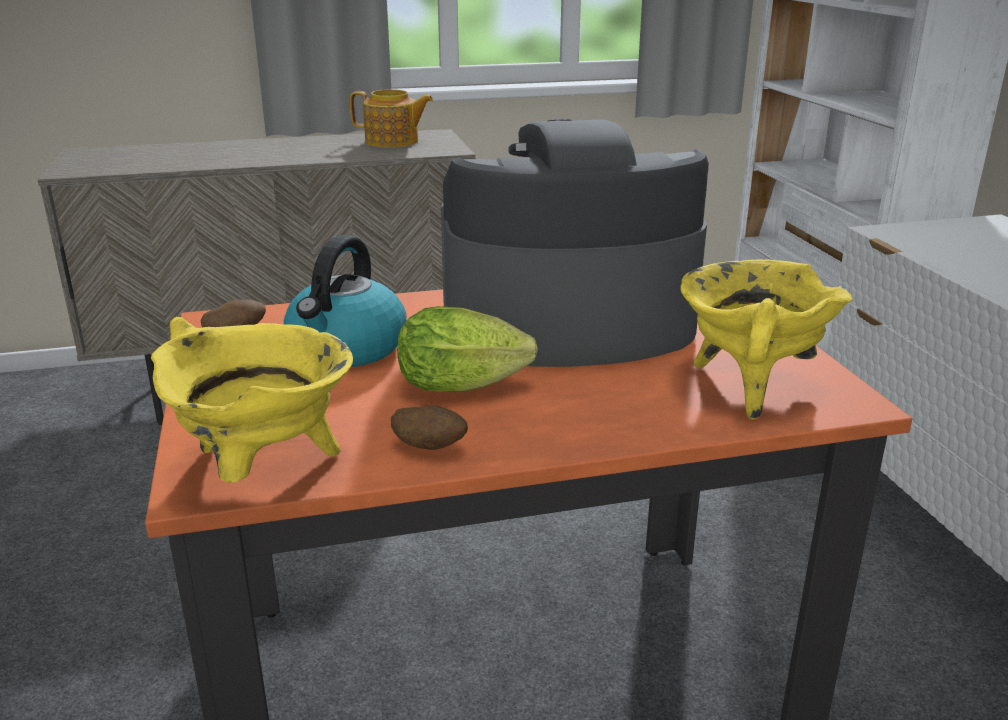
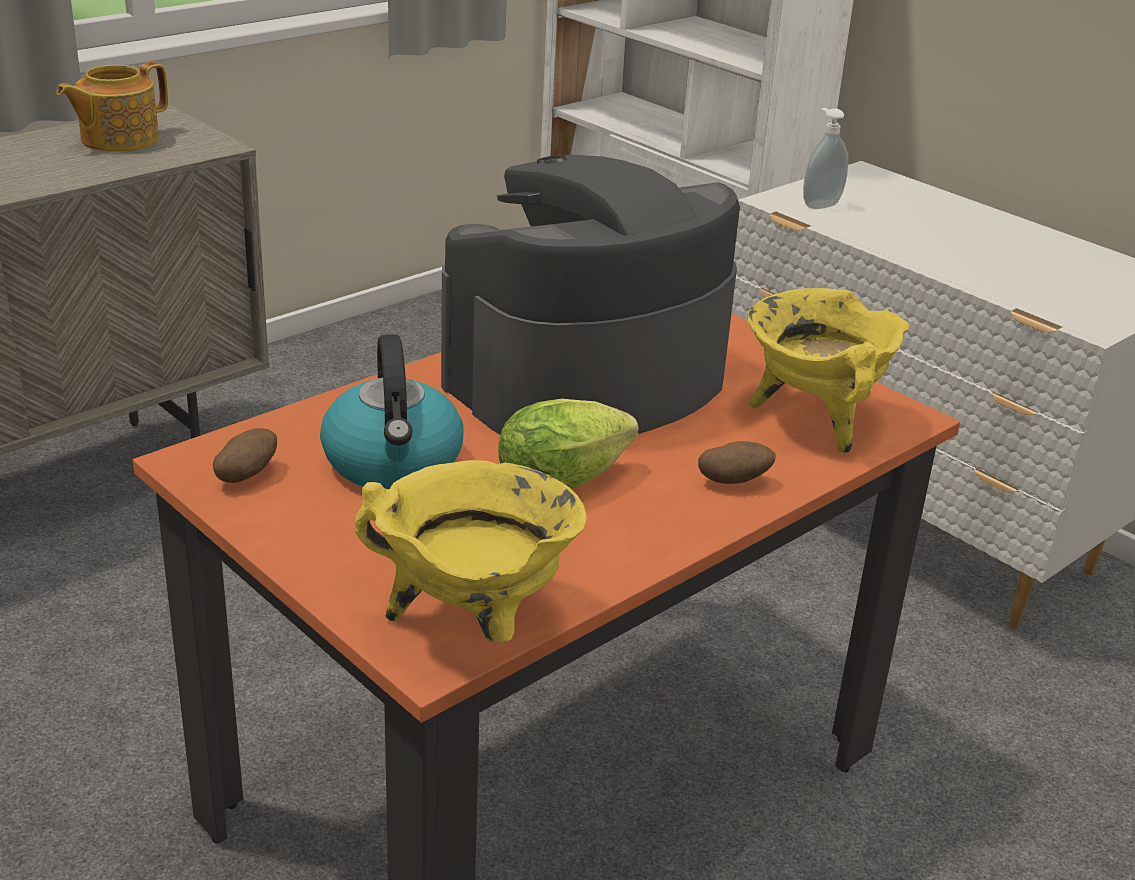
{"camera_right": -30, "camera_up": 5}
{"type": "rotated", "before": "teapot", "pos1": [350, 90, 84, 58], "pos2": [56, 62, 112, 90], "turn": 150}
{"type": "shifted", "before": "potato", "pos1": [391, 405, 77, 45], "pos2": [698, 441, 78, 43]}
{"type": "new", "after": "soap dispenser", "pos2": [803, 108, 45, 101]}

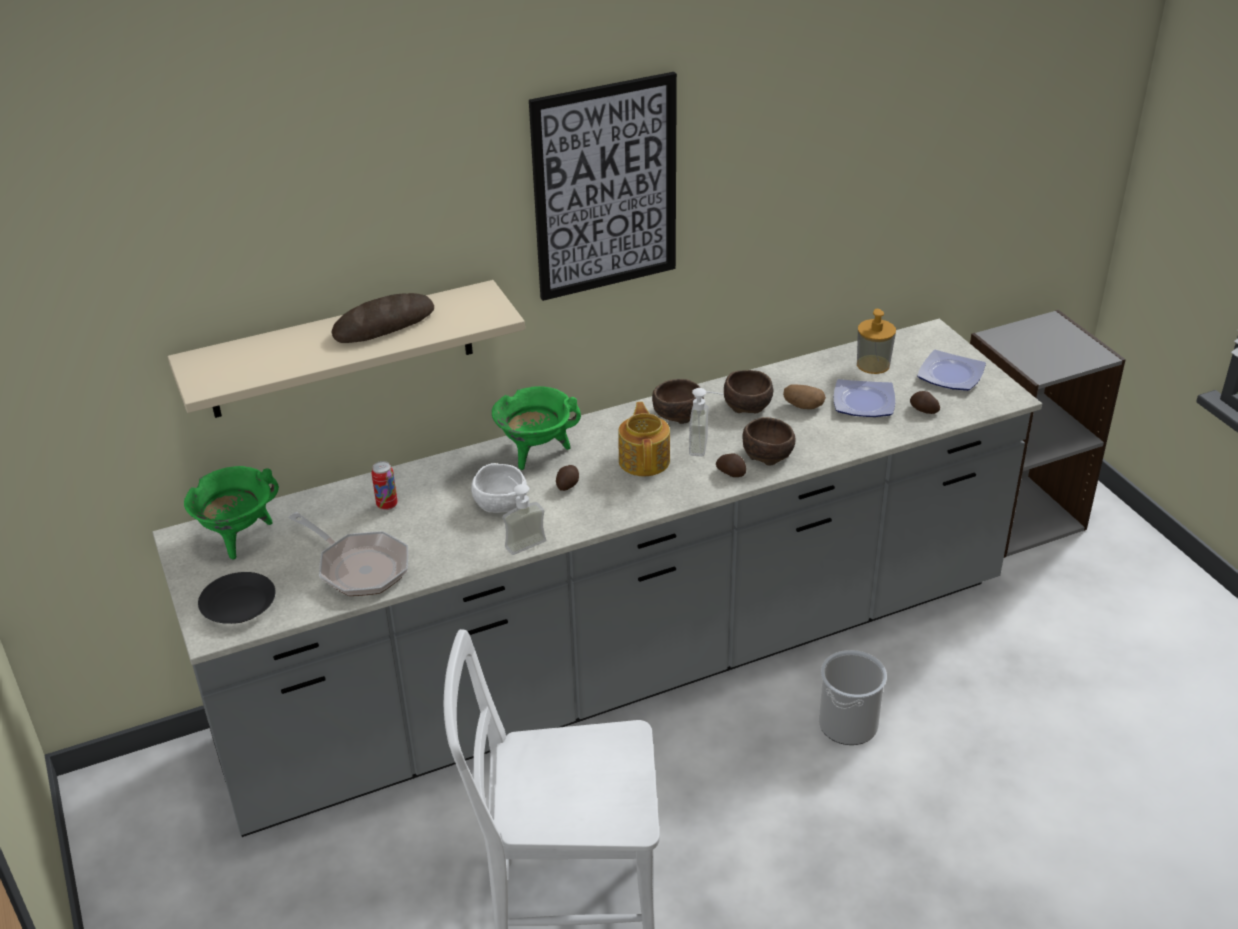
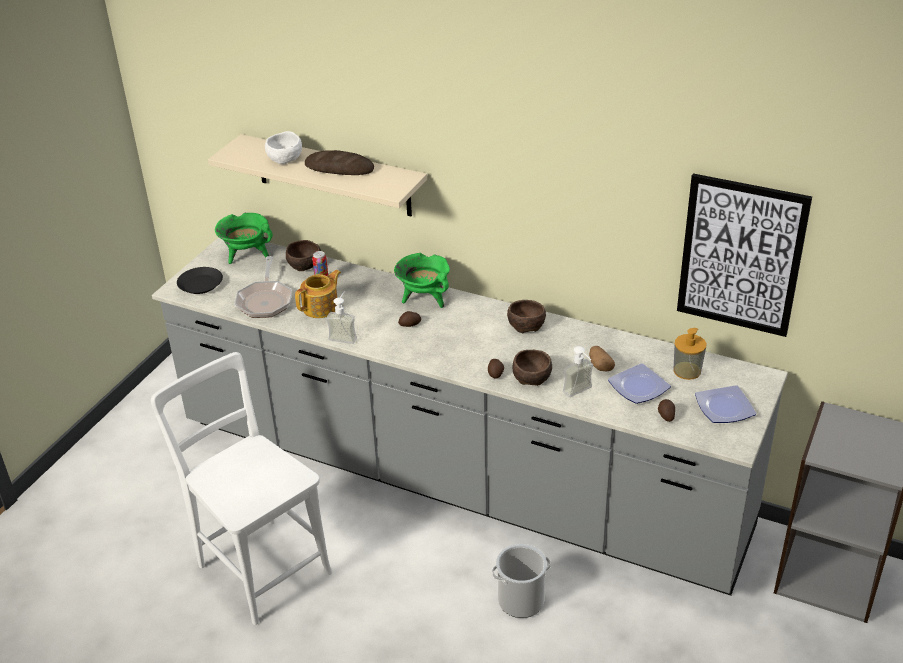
{"camera_right": 50, "camera_up": 0}
{"type": "shifted", "before": "white bowl", "pos1": [471, 463, 56, 50], "pos2": [265, 131, 37, 33]}
{"type": "shifted", "before": "brown bowl", "pos1": [724, 370, 50, 44], "pos2": [286, 240, 35, 31]}
{"type": "shifted", "before": "teapot", "pos1": [618, 402, 52, 74], "pos2": [295, 270, 46, 48]}
{"type": "shifted", "before": "soap dispenser", "pos1": [689, 388, 34, 69], "pos2": [563, 346, 30, 51]}
{"type": "shifted", "before": "picture", "pos1": [529, 72, 148, 229], "pos2": [677, 174, 135, 163]}

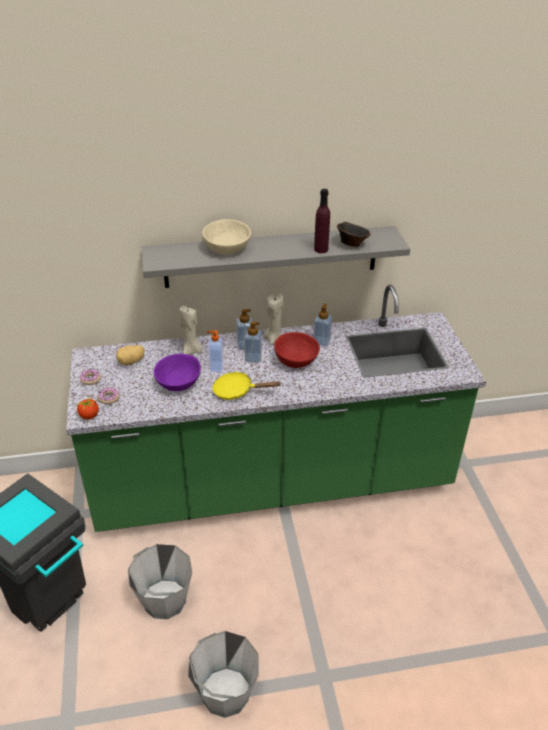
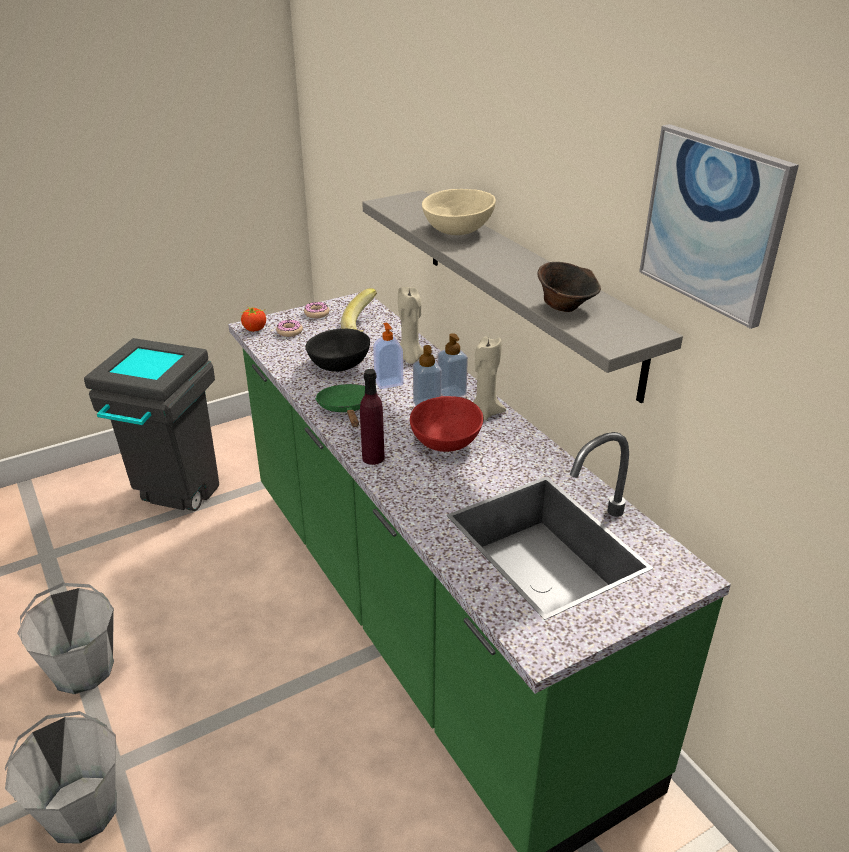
{"camera_right": 70, "camera_up": -5}
{"type": "shifted", "before": "grey bucket", "pos1": [128, 544, 64, 75], "pos2": [5, 711, 112, 133]}
{"type": "repainted", "before": "purple bowl", "after": "black bowl", "pos1": [154, 354, 47, 37], "pos2": [306, 329, 64, 43]}
{"type": "repainted", "before": "yellow frying pan", "after": "green frying pan", "pos1": [212, 371, 70, 29], "pos2": [315, 384, 50, 43]}
{"type": "swapped", "before": "potato", "after": "banana", "pos1": [116, 345, 29, 20], "pos2": [341, 289, 36, 43]}
{"type": "shifted", "before": "purple bottle", "pos1": [314, 189, 16, 64], "pos2": [360, 369, 25, 96]}
{"type": "new", "after": "picture", "pos2": [639, 124, 160, 205]}
{"type": "gone", "before": "soap dispenser", "pos1": [313, 303, 19, 44]}

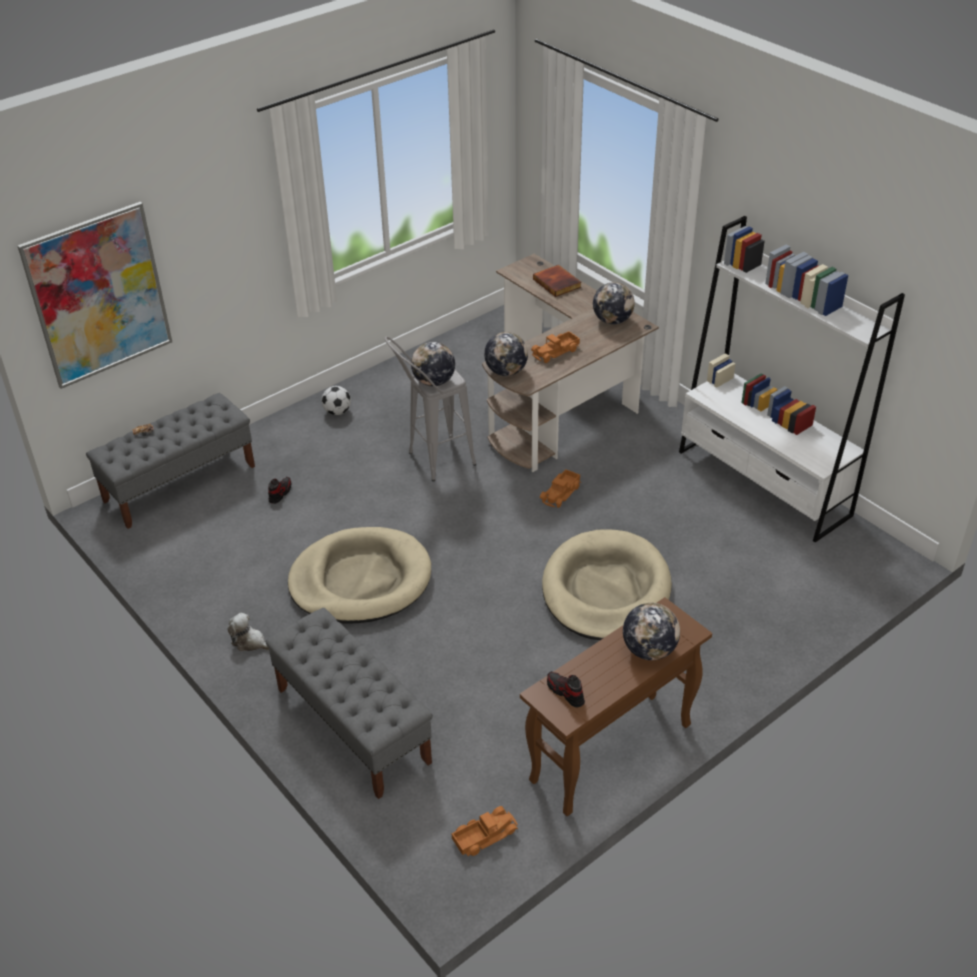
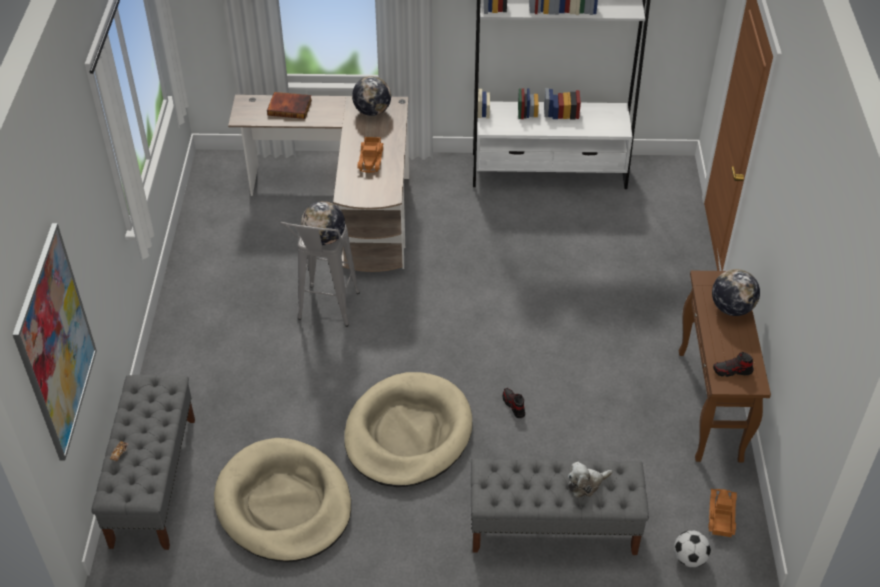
{"camera_right": -50, "camera_up": 5}
{"type": "shifted", "before": "beige dog bed", "pos1": [542, 529, 130, 111], "pos2": [214, 438, 137, 124]}
{"type": "shifted", "before": "shoe", "pos1": [268, 477, 23, 27], "pos2": [502, 388, 23, 30]}
{"type": "shifted", "before": "plush toy", "pos1": [227, 613, 42, 38], "pos2": [568, 462, 45, 36]}
{"type": "shifted", "before": "football", "pos1": [322, 386, 29, 29], "pos2": [674, 530, 37, 37]}
{"type": "gone", "before": "globe", "pos1": [484, 332, 44, 44]}
{"type": "gone", "before": "toy truck", "pos1": [540, 469, 41, 39]}

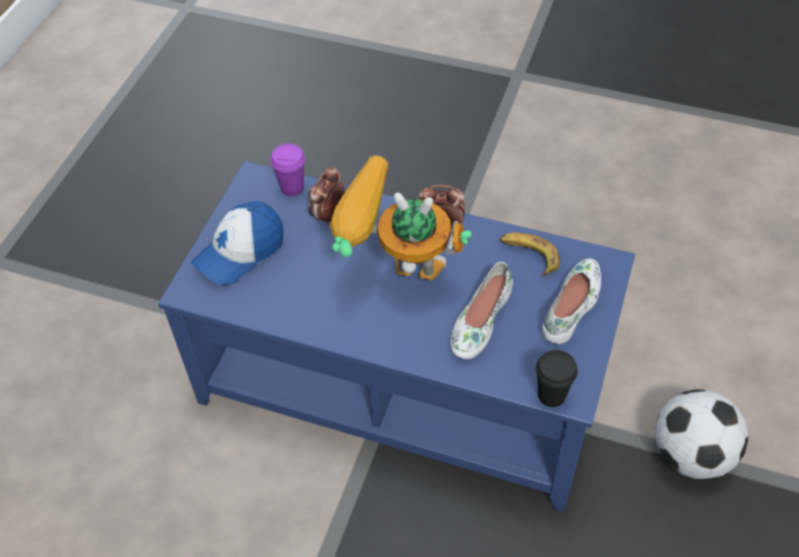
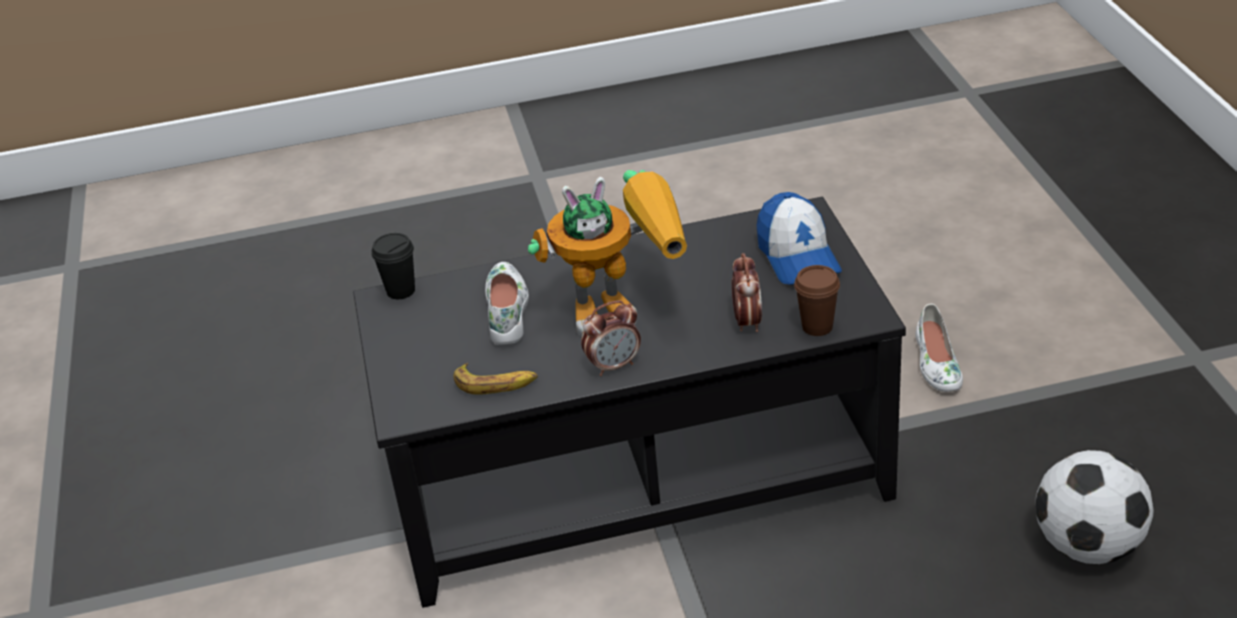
{"camera_right": 150, "camera_up": -15}
{"type": "repainted", "before": "blue coffee table", "after": "black coffee table", "pos1": [158, 161, 477, 352], "pos2": [353, 197, 553, 411]}
{"type": "rotated", "before": "cap", "pos1": [191, 201, 93, 84], "pos2": [756, 192, 86, 93], "turn": 150}
{"type": "repainted", "before": "purple cup", "after": "brown cup", "pos1": [270, 144, 35, 52], "pos2": [794, 265, 46, 71]}
{"type": "shifted", "before": "white shoe", "pos1": [542, 259, 59, 85], "pos2": [915, 304, 48, 88]}
{"type": "shifted", "before": "football", "pos1": [655, 389, 93, 91], "pos2": [1036, 450, 118, 114]}

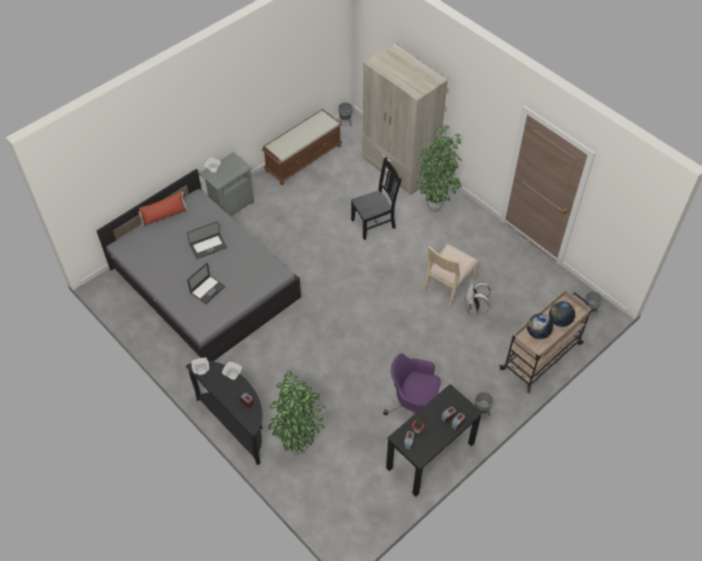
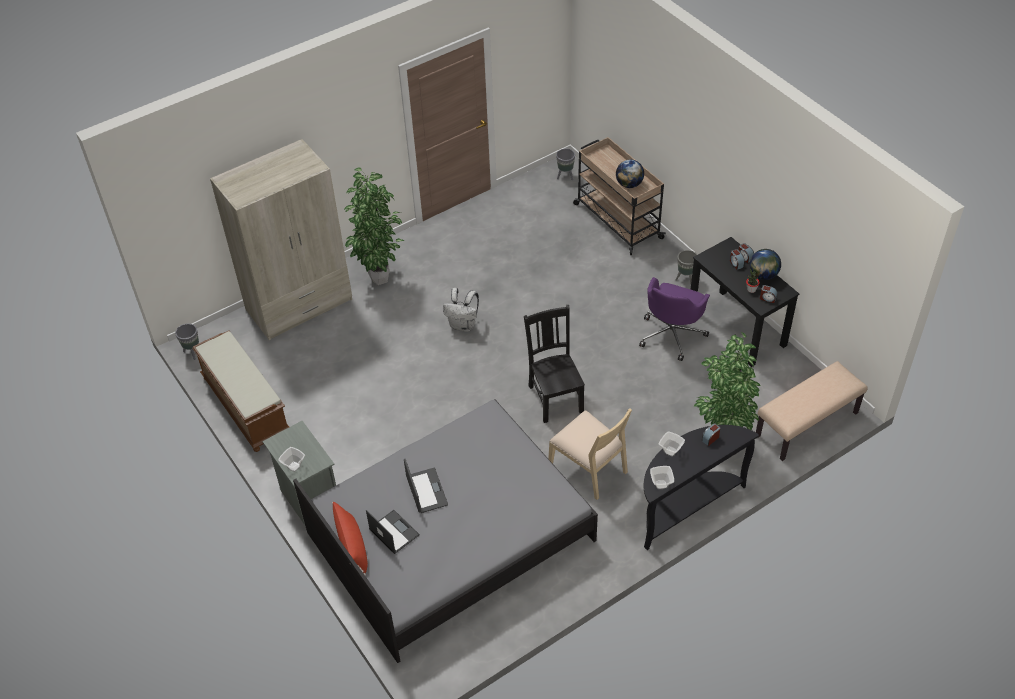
{"camera_right": -80, "camera_up": -5}
{"type": "shifted", "before": "laptop", "pos1": [187, 262, 38, 42], "pos2": [366, 510, 54, 44]}
{"type": "shifted", "before": "white backpack", "pos1": [465, 282, 26, 33], "pos2": [443, 288, 36, 44]}
{"type": "shifted", "before": "black chair", "pos1": [351, 157, 51, 83], "pos2": [524, 305, 61, 118]}
{"type": "shifted", "before": "beige chair", "pos1": [423, 244, 56, 64], "pos2": [548, 408, 84, 92]}
{"type": "shifted", "before": "globe", "pos1": [549, 301, 26, 26], "pos2": [750, 249, 31, 31]}
{"type": "new", "after": "beige bench", "pos2": [756, 361, 112, 100]}

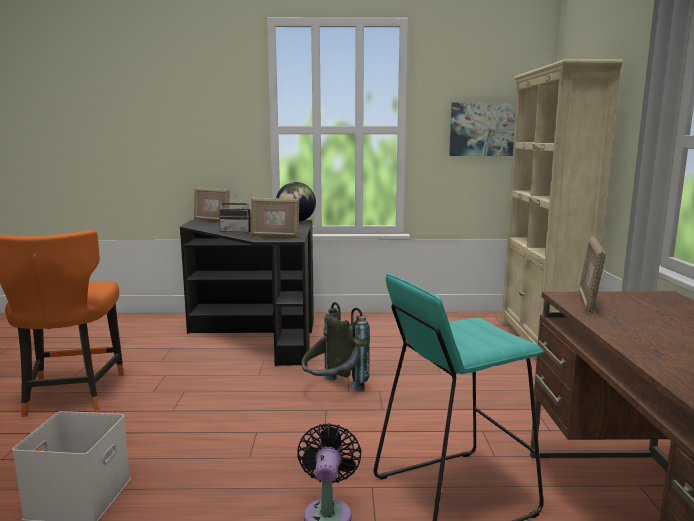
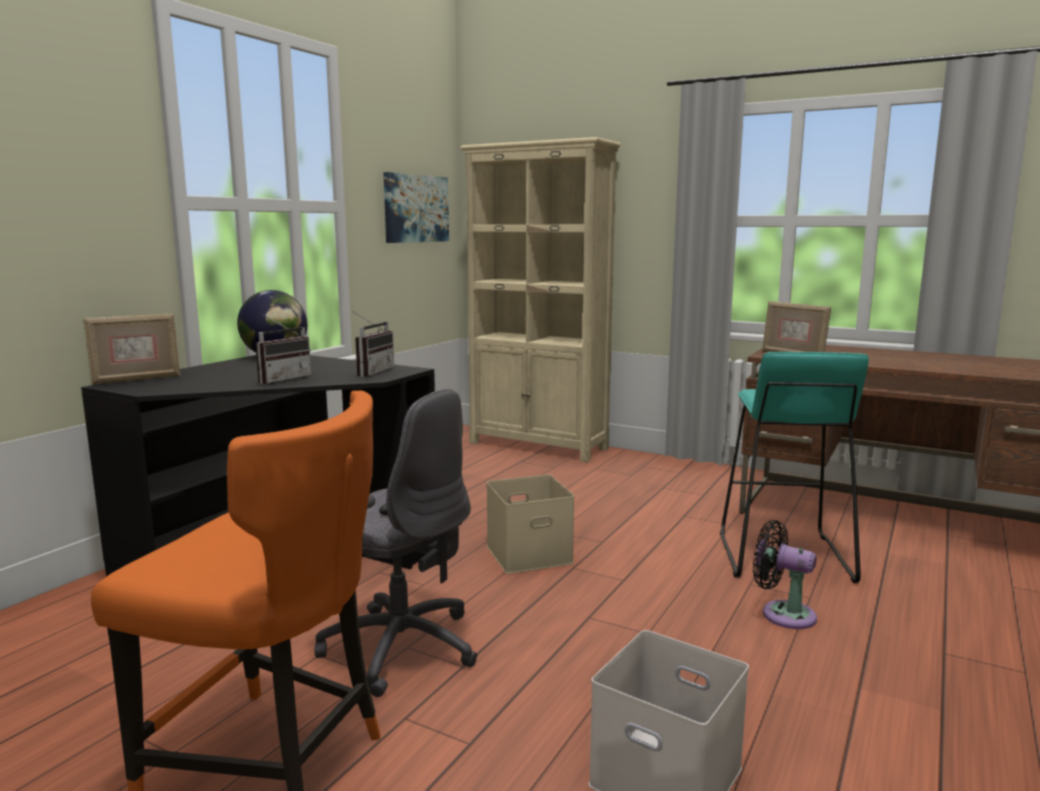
{"camera_right": -60, "camera_up": 0}
{"type": "new", "after": "grey office chair", "pos2": [314, 389, 164, 308]}
{"type": "swapped", "before": "picture frame", "after": "radio", "pos1": [251, 198, 48, 40], "pos2": [352, 311, 42, 66]}
{"type": "swapped", "before": "grey backpack", "after": "beige storage box", "pos1": [301, 302, 69, 90], "pos2": [486, 475, 89, 99]}

